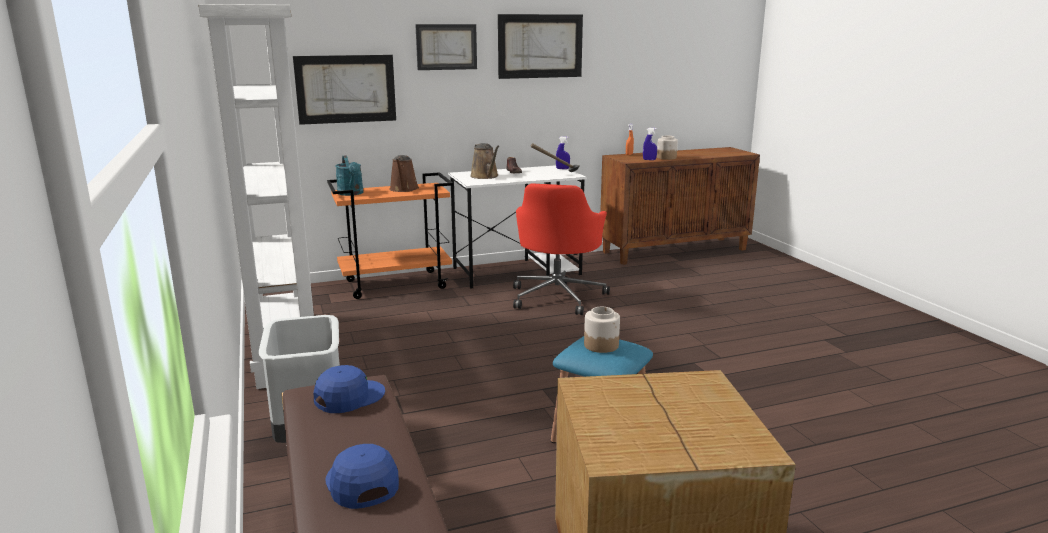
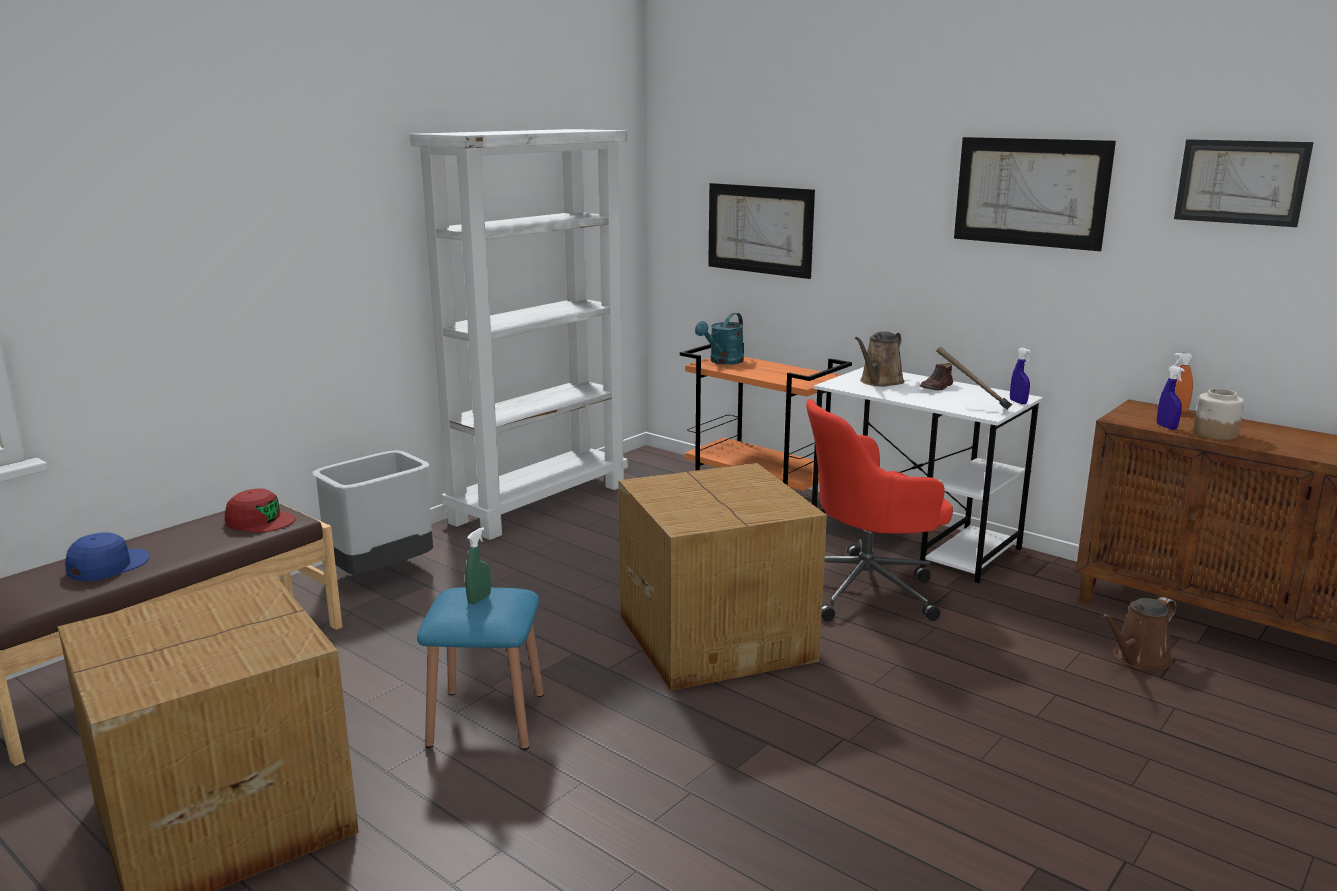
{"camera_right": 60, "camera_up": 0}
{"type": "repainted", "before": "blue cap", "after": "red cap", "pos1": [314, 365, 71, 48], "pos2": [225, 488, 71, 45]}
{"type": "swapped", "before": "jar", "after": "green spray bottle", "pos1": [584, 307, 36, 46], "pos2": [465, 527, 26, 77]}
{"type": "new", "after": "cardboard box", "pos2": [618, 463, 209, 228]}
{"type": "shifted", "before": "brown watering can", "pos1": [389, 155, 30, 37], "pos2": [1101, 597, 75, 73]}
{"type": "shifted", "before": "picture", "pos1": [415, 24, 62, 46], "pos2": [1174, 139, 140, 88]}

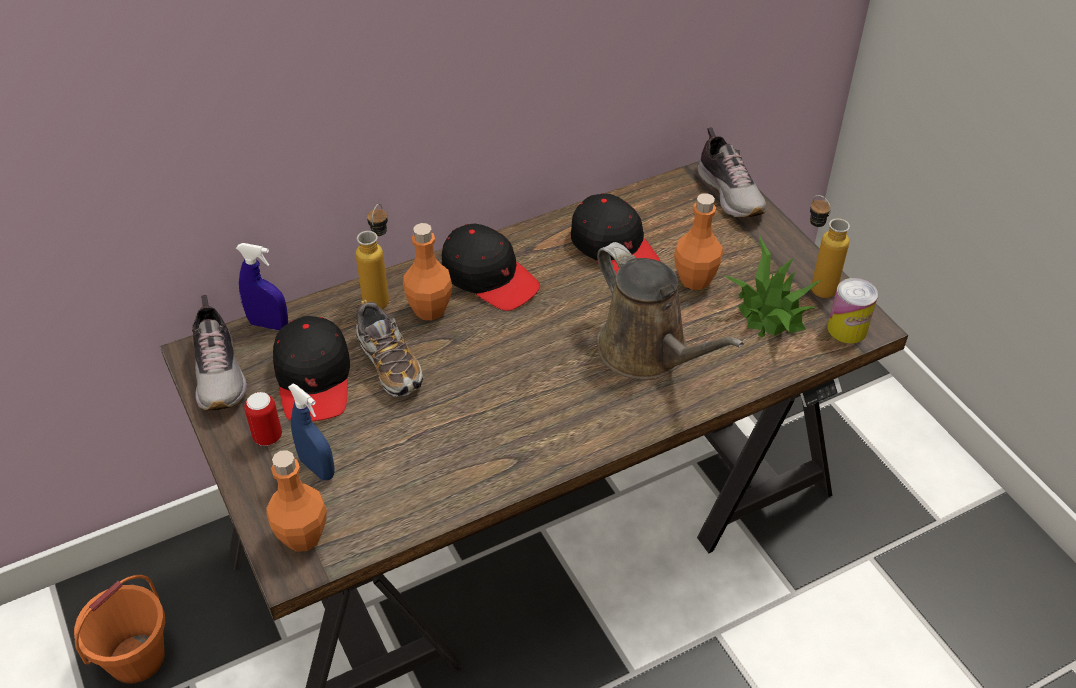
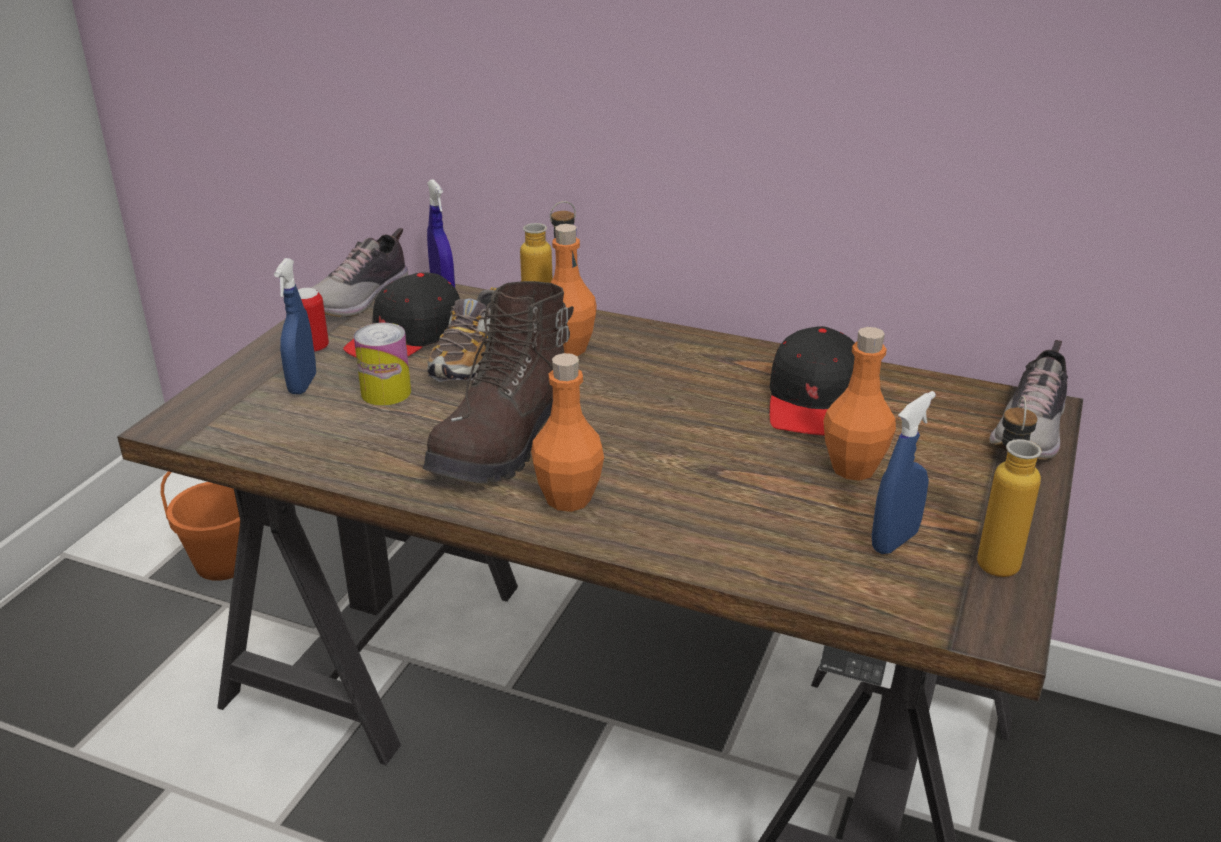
{"camera_right": 50, "camera_up": -15}
{"type": "shifted", "before": "can", "pos1": [827, 278, 51, 66], "pos2": [354, 323, 57, 83]}
{"type": "new", "after": "brown boot", "pos2": [423, 281, 151, 202]}
{"type": "shifted", "before": "orange bottle", "pos1": [266, 450, 61, 102], "pos2": [531, 353, 73, 159]}
{"type": "swapped", "before": "potted plant", "after": "blue spray bottle", "pos1": [722, 234, 99, 104], "pos2": [872, 391, 64, 163]}
{"type": "gone", "before": "black cap", "pos1": [442, 223, 98, 88]}
{"type": "gone", "before": "brown watering can", "pos1": [597, 242, 147, 138]}

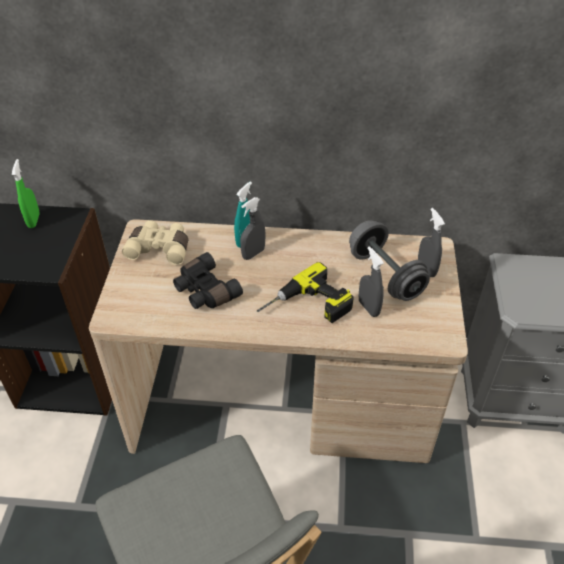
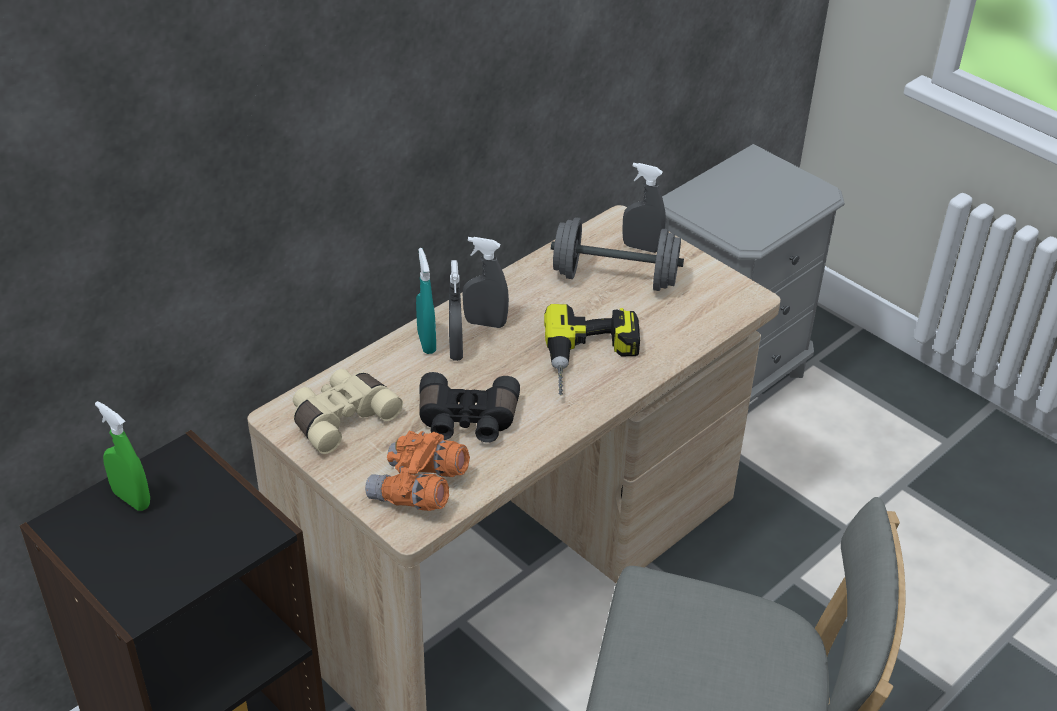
{"camera_right": -50, "camera_up": -5}
{"type": "new", "after": "orange binoculars", "pos2": [365, 431, 105, 80]}
{"type": "shifted", "before": "grey spray bottle", "pos1": [359, 246, 25, 71], "pos2": [462, 237, 47, 91]}

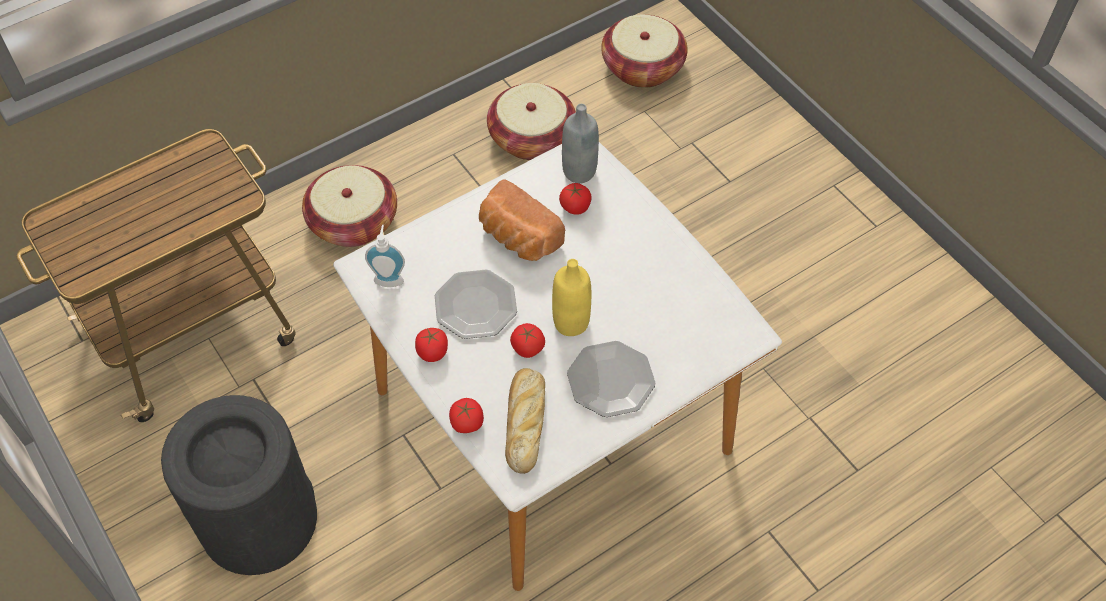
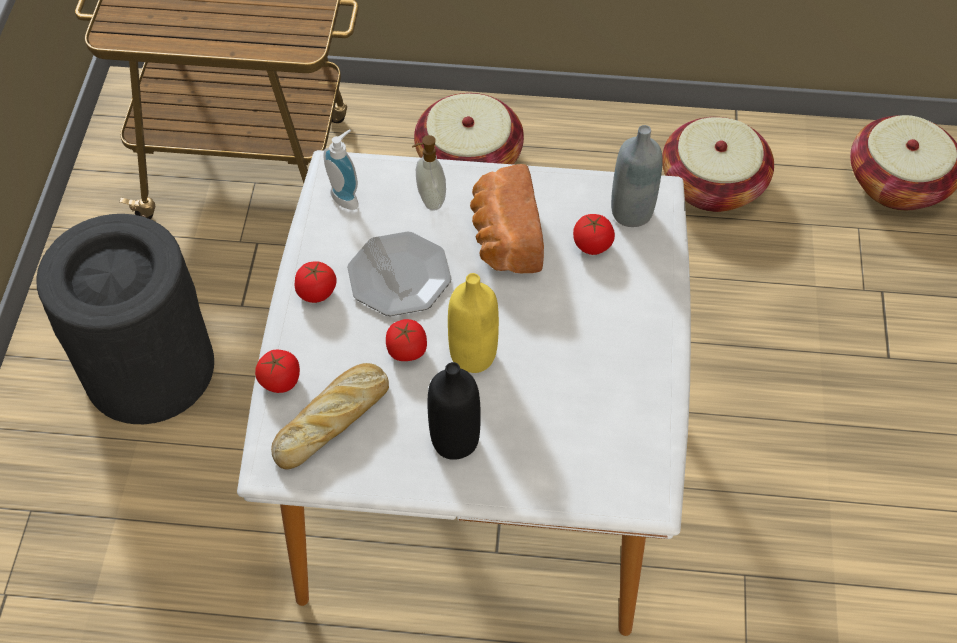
{"camera_right": 40, "camera_up": 0}
{"type": "new", "after": "soap dispenser", "pos2": [412, 135, 34, 76]}
{"type": "swapped", "before": "plate", "after": "black bottle", "pos1": [567, 341, 89, 76], "pos2": [428, 362, 53, 98]}

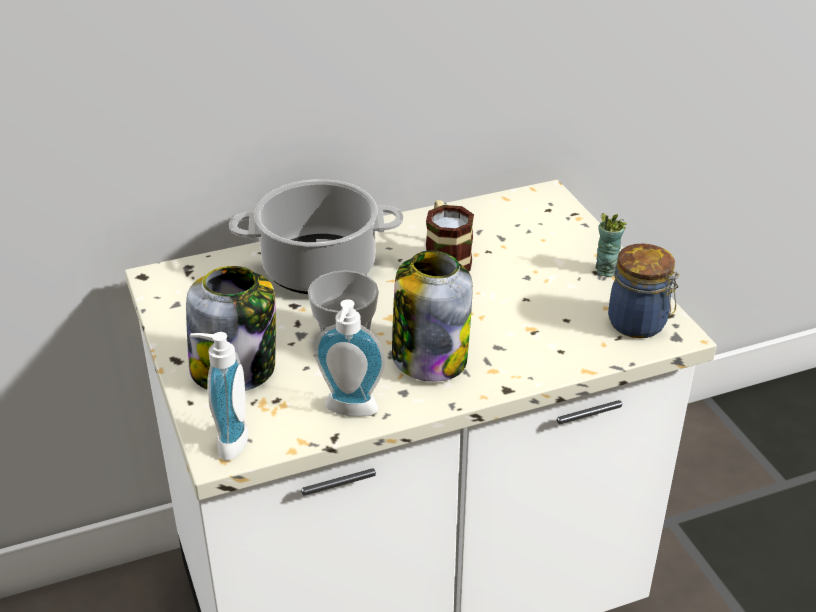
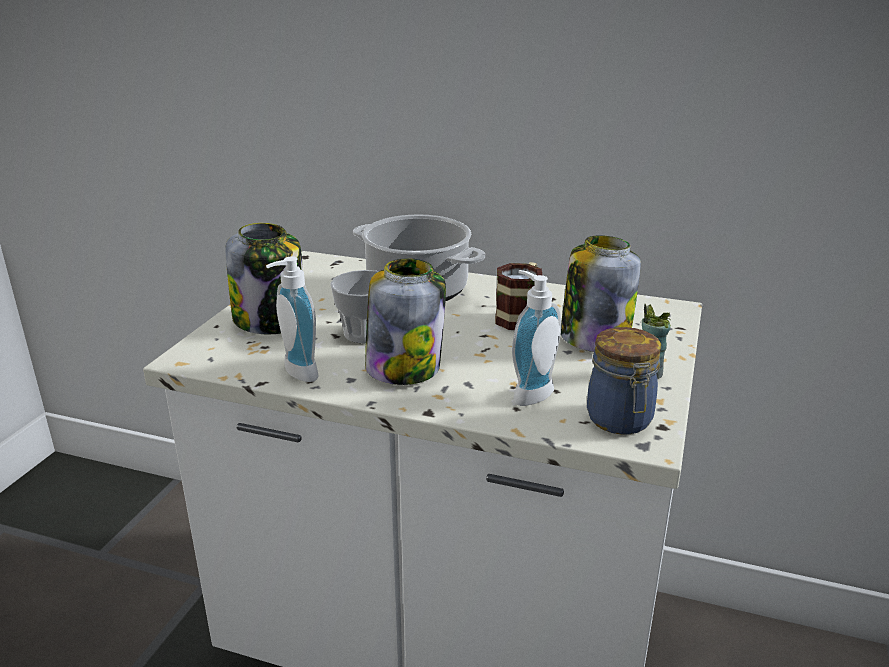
{"camera_right": 40, "camera_up": -10}
{"type": "shifted", "before": "soap dispenser", "pos1": [190, 332, 58, 129], "pos2": [512, 270, 49, 136]}
{"type": "new", "after": "jar", "pos2": [561, 235, 80, 117]}

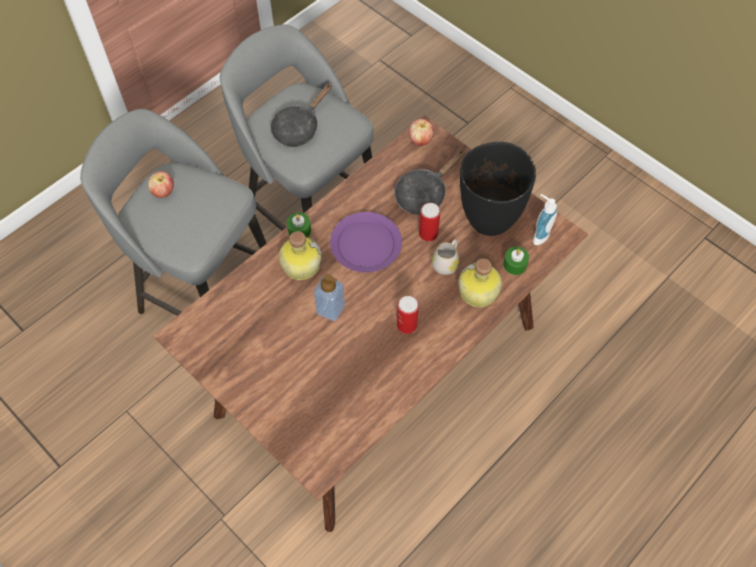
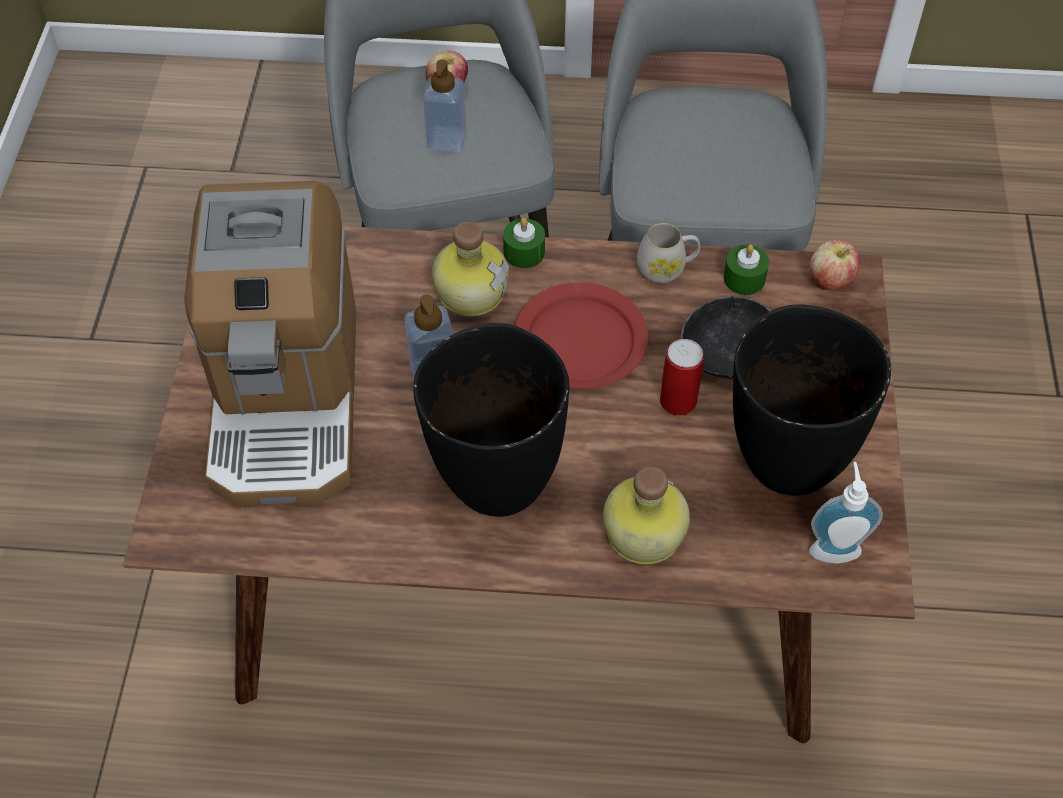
{"camera_right": 50, "camera_up": -5}
{"type": "new", "after": "coffee machine", "pos2": [184, 181, 172, 326]}
{"type": "swapped", "before": "can", "after": "black vase", "pos1": [397, 296, 22, 38], "pos2": [413, 323, 157, 194]}
{"type": "new", "after": "soap dispenser", "pos2": [423, 59, 44, 94]}
{"type": "repainted", "before": "purple plate", "after": "red plate", "pos1": [330, 212, 72, 60], "pos2": [515, 282, 133, 107]}
{"type": "shifted", "before": "white mug", "pos1": [432, 239, 27, 36], "pos2": [637, 223, 63, 60]}
{"type": "shifted", "before": "green candle", "pos1": [503, 247, 26, 28], "pos2": [723, 244, 46, 51]}
{"type": "gone", "before": "black frying pan", "pos1": [270, 83, 62, 64]}

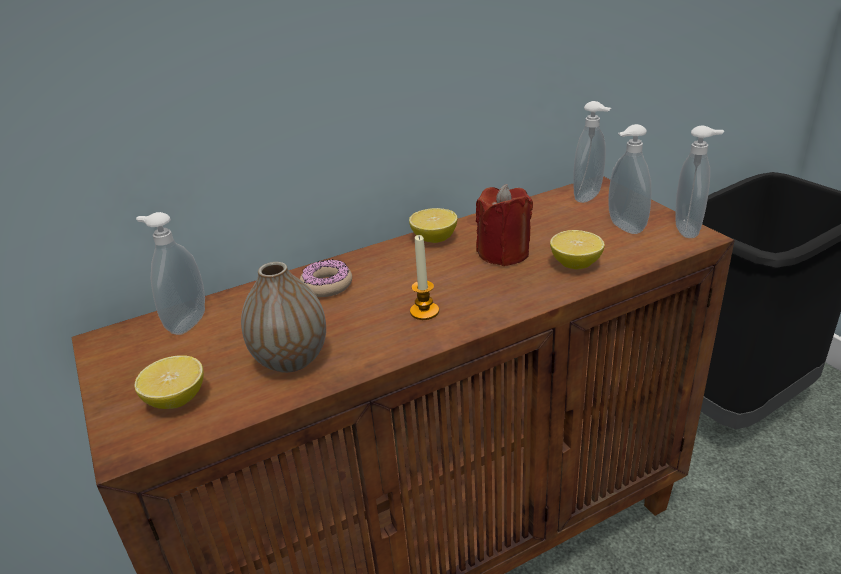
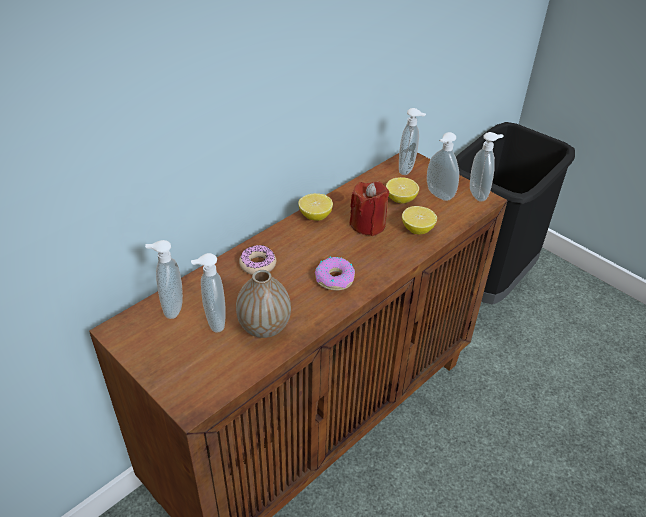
{"camera_right": -20, "camera_up": 10}
{"type": "new", "after": "soap dispenser", "pos2": [191, 253, 35, 79]}
{"type": "swapped", "before": "candle", "after": "donut", "pos1": [410, 235, 29, 85], "pos2": [315, 256, 40, 35]}
{"type": "shifted", "before": "lemon", "pos1": [134, 356, 70, 53], "pos2": [386, 177, 33, 27]}

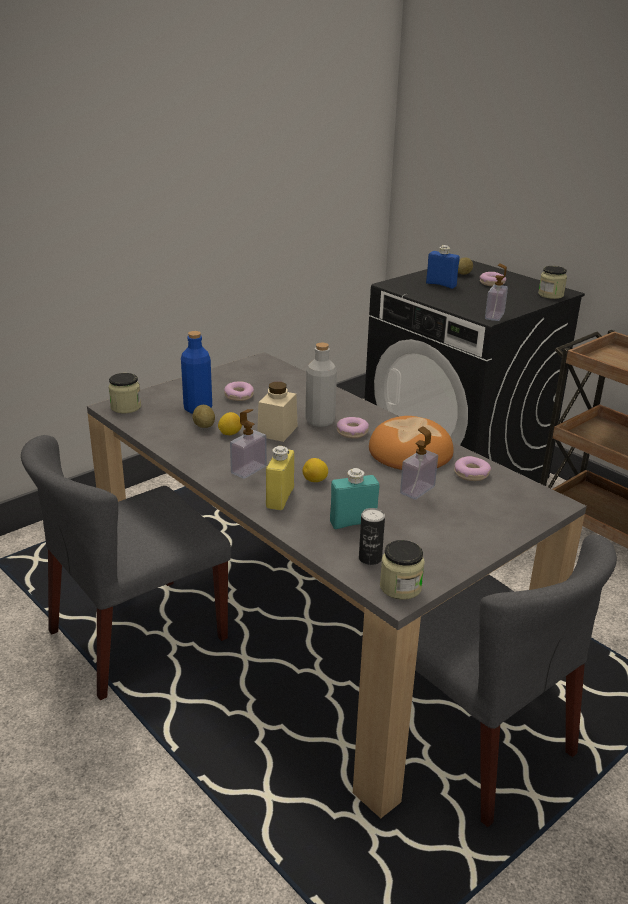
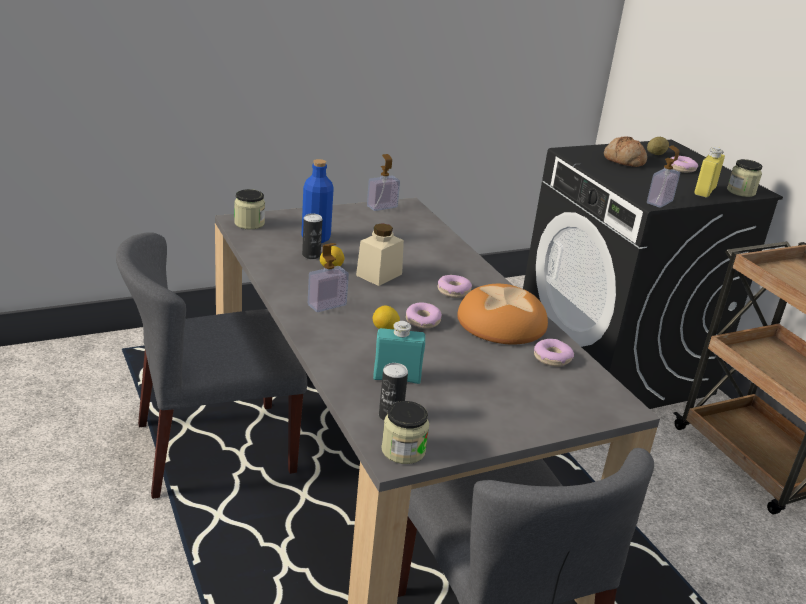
{"camera_right": 15, "camera_up": 0}
{"type": "swapped", "before": "potato", "after": "can", "pos1": [192, 405, 23, 23], "pos2": [302, 214, 20, 45]}
{"type": "shifted", "before": "soap dispenser", "pos1": [400, 426, 38, 74], "pos2": [367, 154, 33, 57]}
{"type": "shifted", "before": "donut", "pos1": [224, 381, 30, 20], "pos2": [406, 303, 36, 26]}
{"type": "swapped", "before": "blue bottle", "after": "bread", "pos1": [426, 245, 34, 44], "pos2": [604, 136, 43, 31]}
{"type": "shifted", "before": "yellow bottle", "pos1": [266, 446, 28, 64], "pos2": [695, 147, 30, 50]}
{"type": "gone", "before": "grey bottle", "pos1": [305, 342, 32, 85]}

